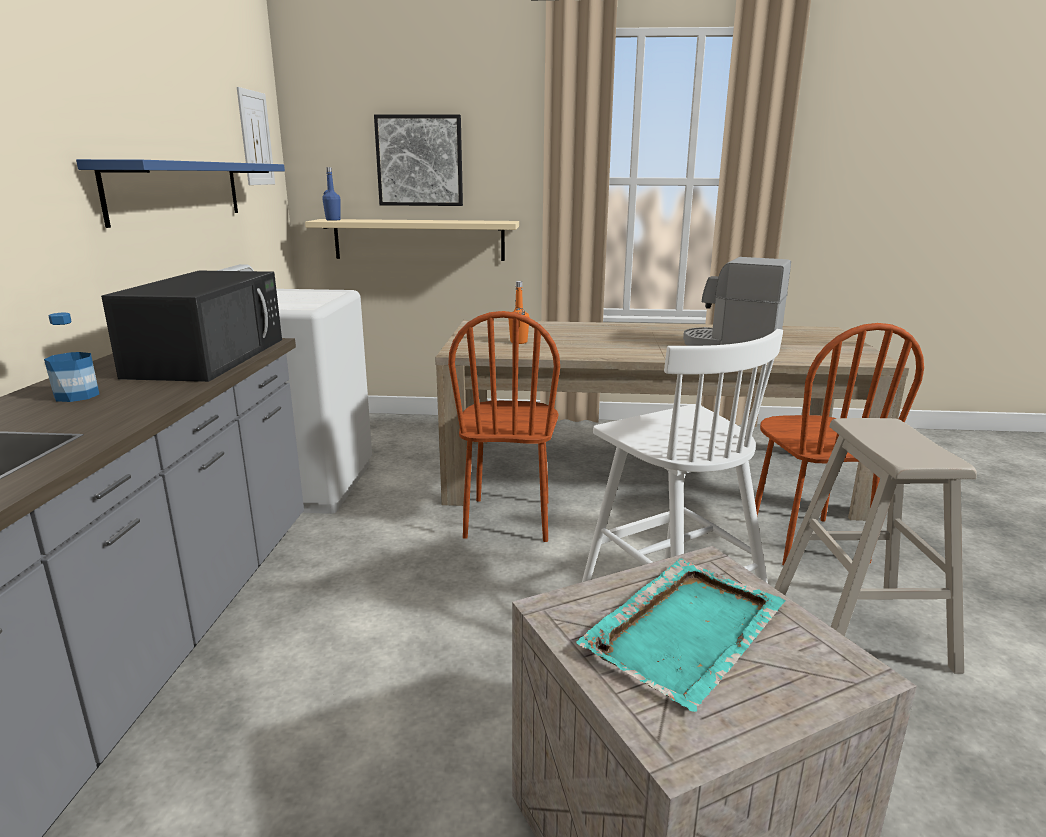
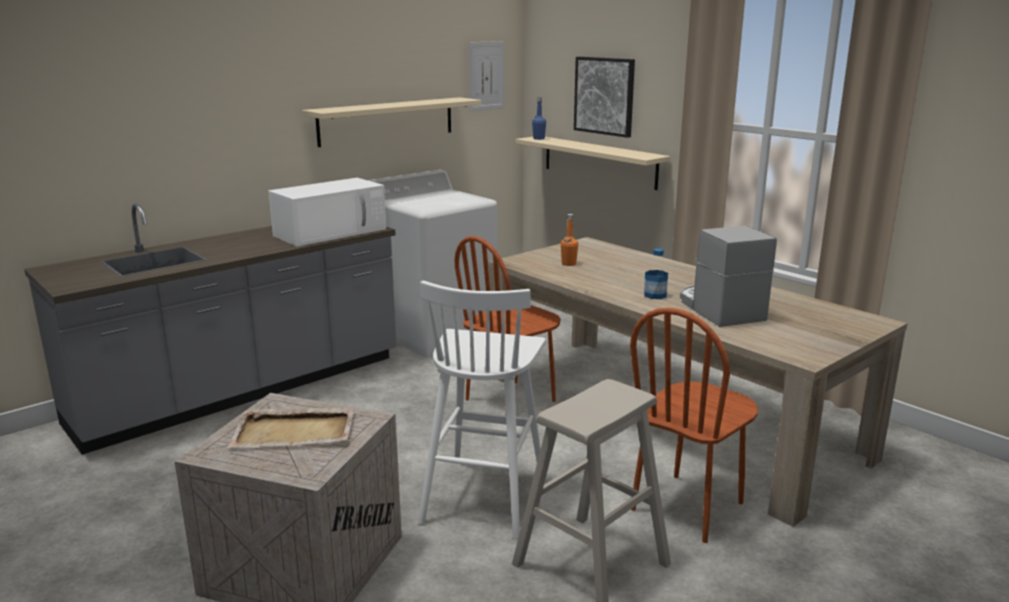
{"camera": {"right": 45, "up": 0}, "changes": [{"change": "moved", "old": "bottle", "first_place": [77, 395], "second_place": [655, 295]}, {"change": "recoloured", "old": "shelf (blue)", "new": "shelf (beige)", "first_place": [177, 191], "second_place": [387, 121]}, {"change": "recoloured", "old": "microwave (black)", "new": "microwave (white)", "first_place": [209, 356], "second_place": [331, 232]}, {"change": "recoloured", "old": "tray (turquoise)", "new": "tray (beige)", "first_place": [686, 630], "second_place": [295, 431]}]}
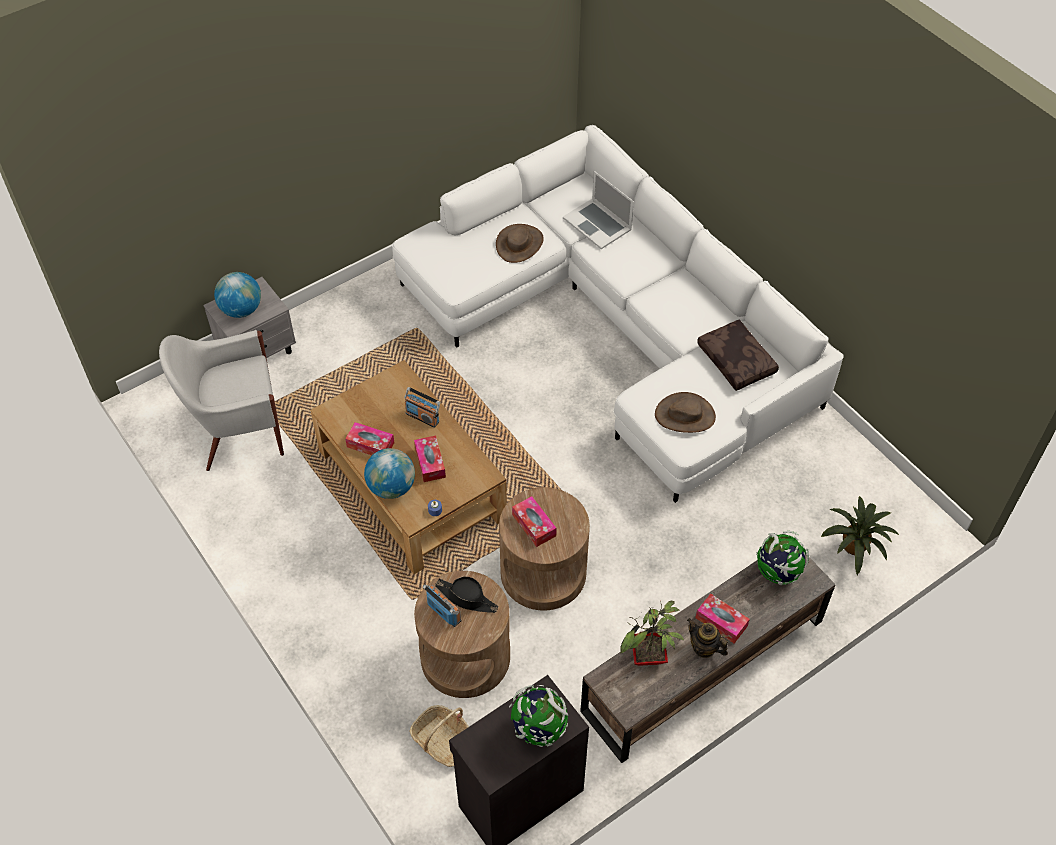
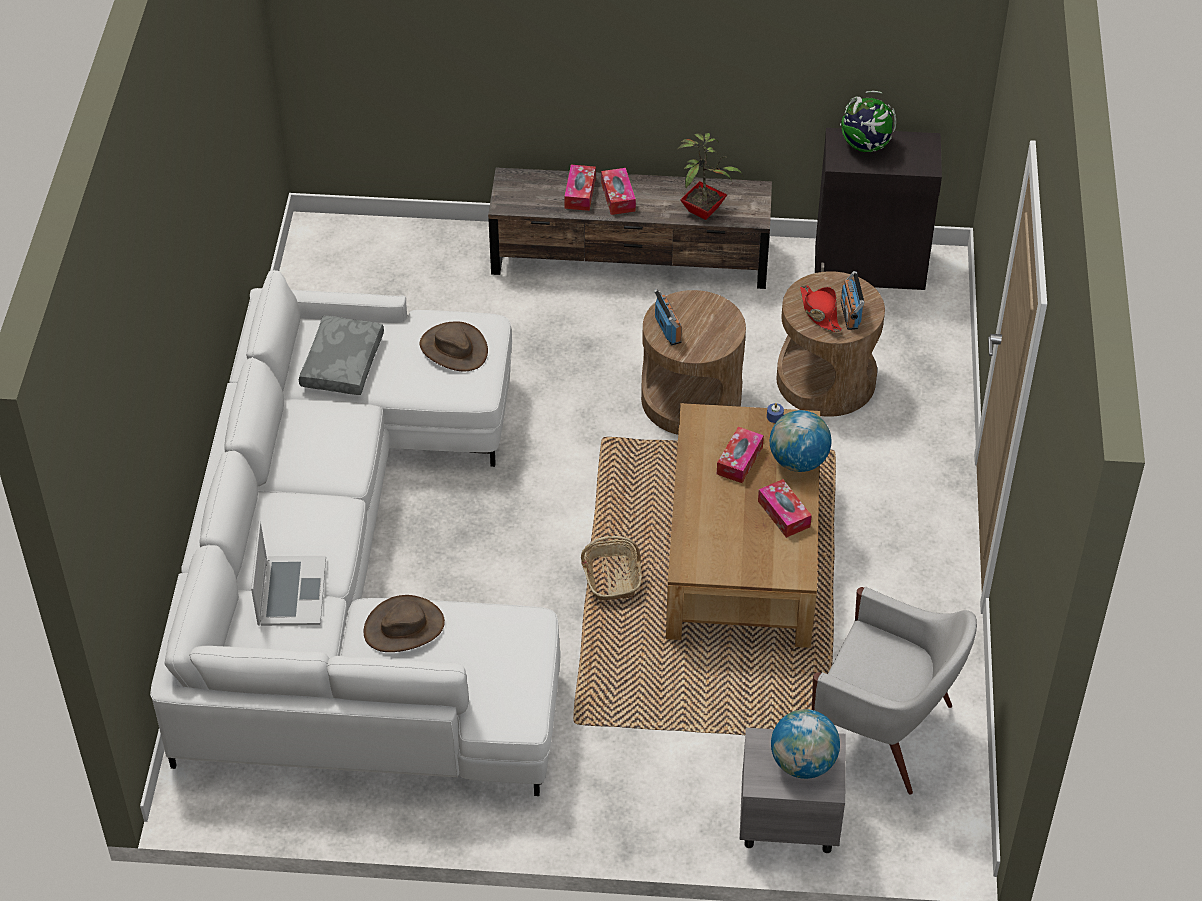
{"camera": {"right": -140, "up": -5}, "changes": [{"change": "removed", "old": "teapot", "first_place": [704, 648]}, {"change": "removed", "old": "globe", "first_place": [778, 572]}, {"change": "removed", "old": "potted plant", "first_place": [855, 548]}, {"change": "moved", "old": "radio", "first_place": [422, 417], "second_place": [668, 330]}, {"change": "moved", "old": "basket", "first_place": [443, 741], "second_place": [612, 577]}, {"change": "moved", "old": "tissue box", "first_place": [534, 525], "second_place": [580, 193]}, {"change": "recoloured", "old": "hat (black)", "new": "hat (red)", "first_place": [467, 598], "second_place": [819, 312]}, {"change": "recoloured", "old": "pillow (brown)", "new": "pillow (grey)", "first_place": [737, 361], "second_place": [341, 363]}]}
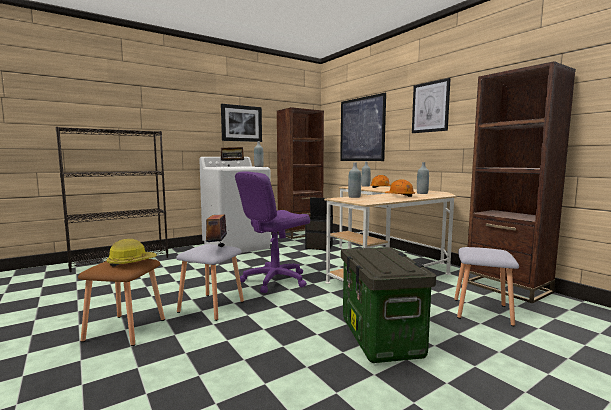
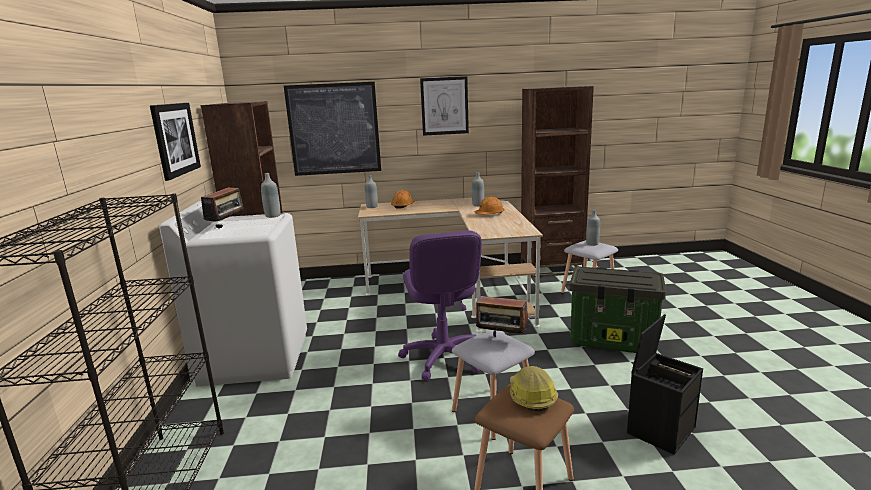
{"camera": {"right": -60, "up": 10}, "changes": [{"change": "moved", "old": "storage box (black)", "first_place": [319, 247], "second_place": [660, 429]}, {"change": "moved", "old": "bottle (grey)", "first_place": [354, 197], "second_place": [592, 244]}]}
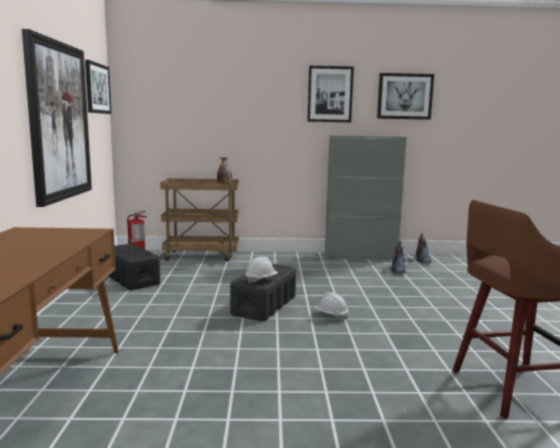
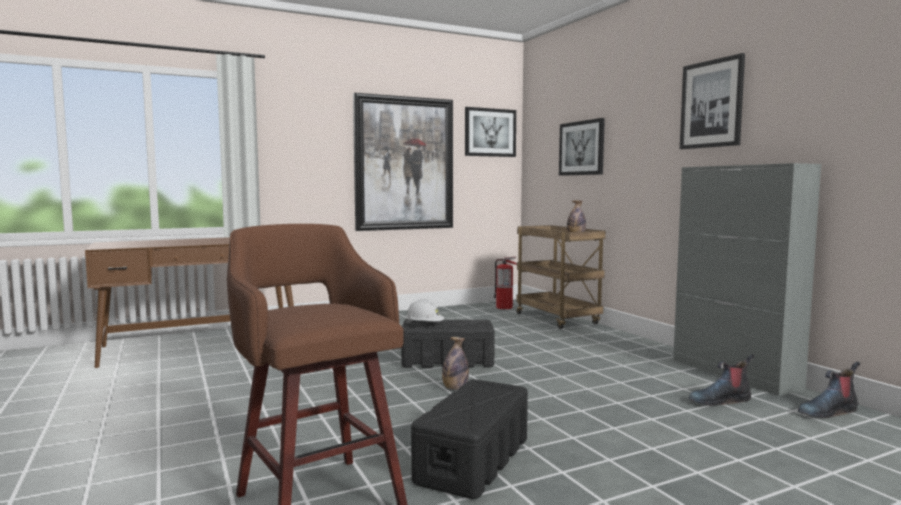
{"camera": {"right": 65, "up": -5}, "changes": [{"change": "moved", "old": "storage box (black)", "first_place": [131, 279], "second_place": [473, 460]}, {"change": "moved", "old": "picture", "first_place": [405, 96], "second_place": [581, 148]}, {"change": "replaced", "old": "hard hat (white)", "new": "bottle", "first_place": [331, 315], "second_place": [455, 388]}]}
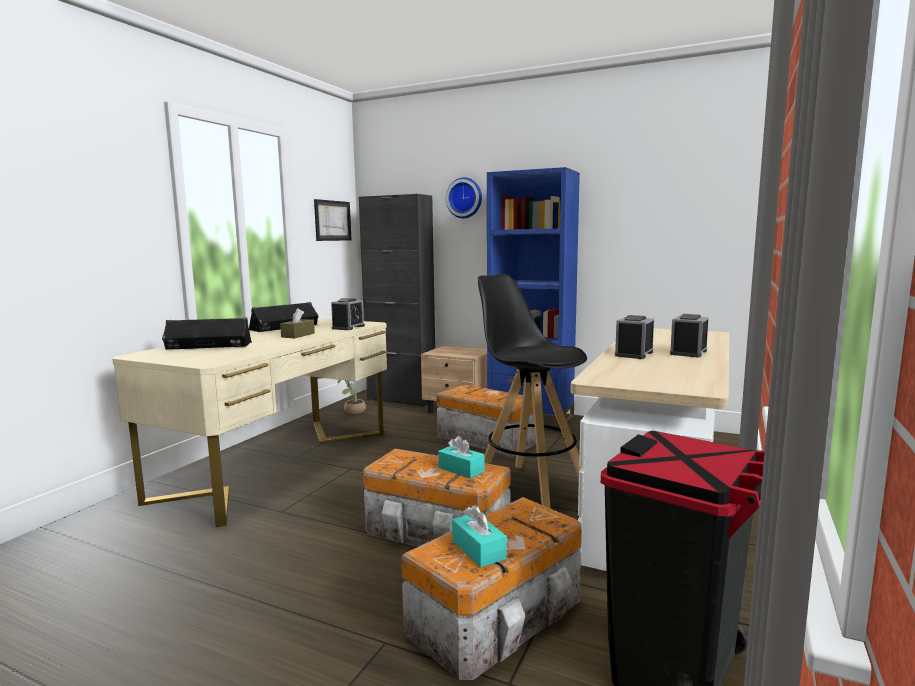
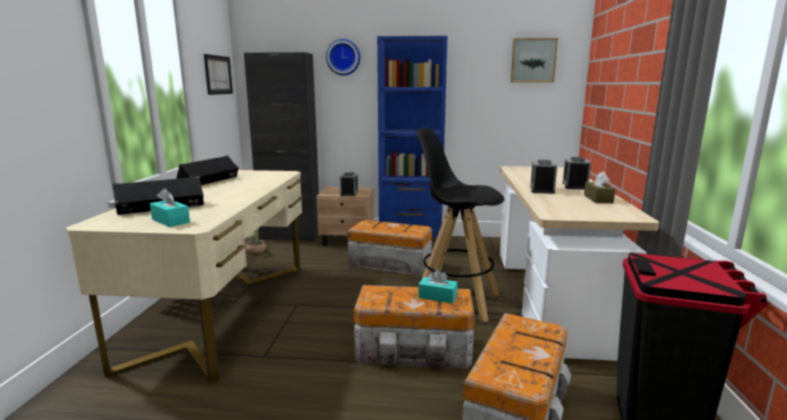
{"camera": {"right": -20, "up": 5}, "changes": [{"change": "added", "new": "picture", "second_place": [533, 60]}, {"change": "moved", "old": "tissue box (brown)", "first_place": [298, 335], "second_place": [598, 199]}, {"change": "moved", "old": "alarm clock", "first_place": [348, 327], "second_place": [349, 193]}, {"change": "moved", "old": "tissue box (turquoise)", "first_place": [478, 550], "second_place": [170, 221]}]}
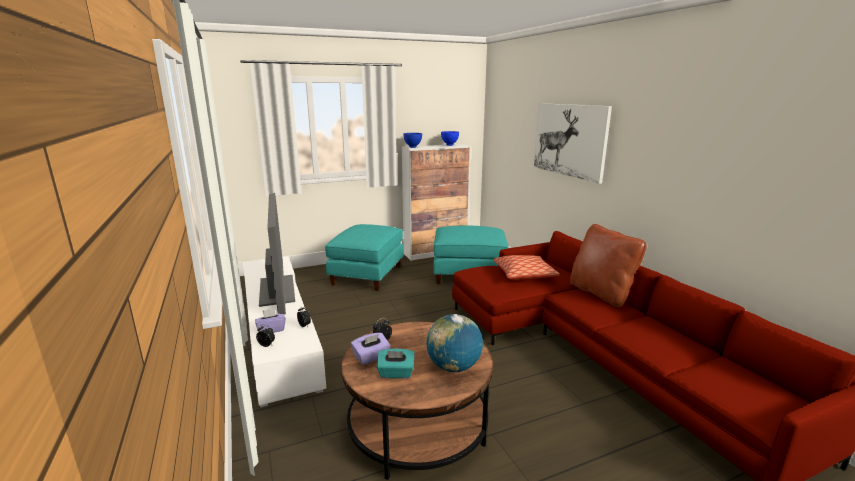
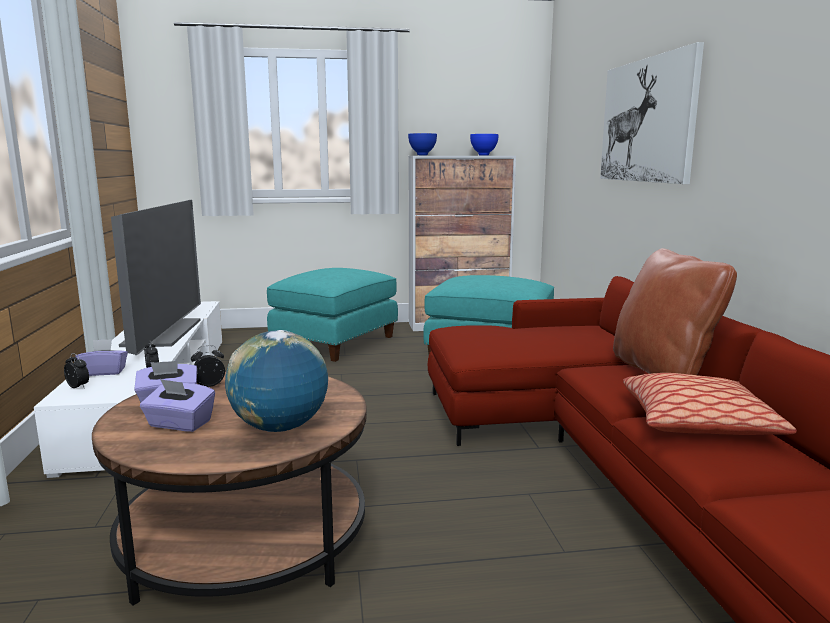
{"camera": {"right": 15, "up": -5}, "changes": [{"change": "moved", "old": "pillow", "first_place": [524, 274], "second_place": [697, 423]}, {"change": "recoloured", "old": "tissue box (turquoise)", "new": "tissue box (purple)", "first_place": [396, 373], "second_place": [179, 424]}]}
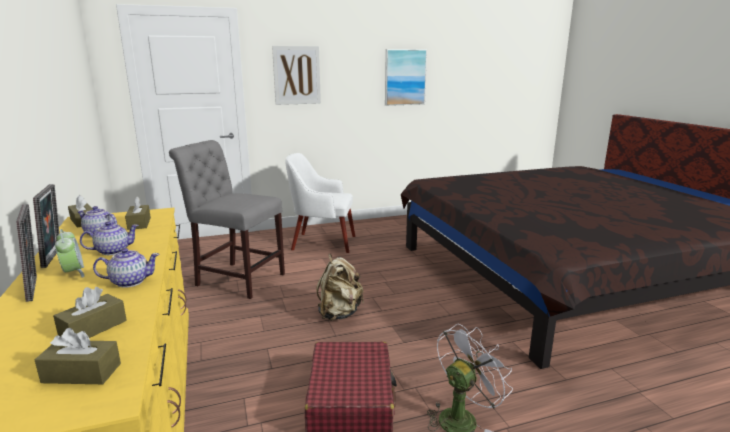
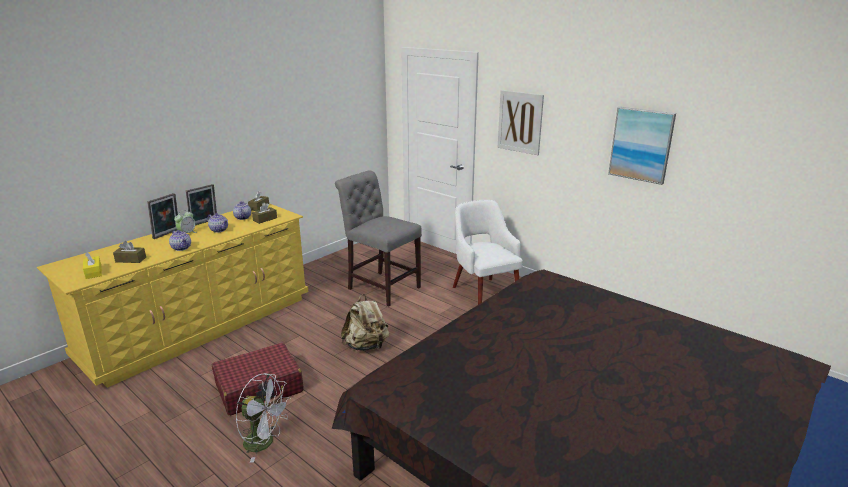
{"camera": {"right": 60, "up": 5}, "changes": [{"change": "recoloured", "old": "tissue box (brown)", "new": "tissue box (yellow)", "first_place": [81, 373], "second_place": [93, 272]}, {"change": "turned", "old": "chair (grey)", "first_place": [237, 278], "second_place": [381, 286], "degrees": -45}]}
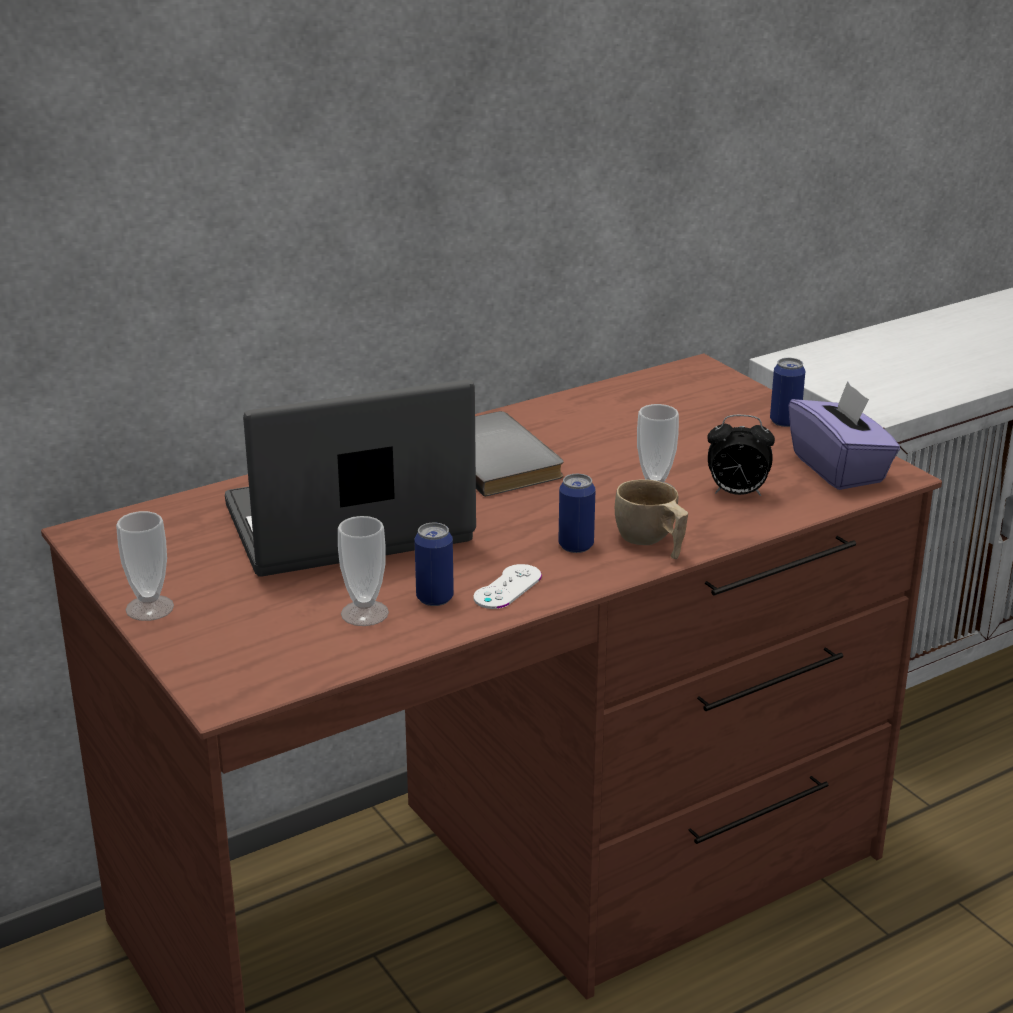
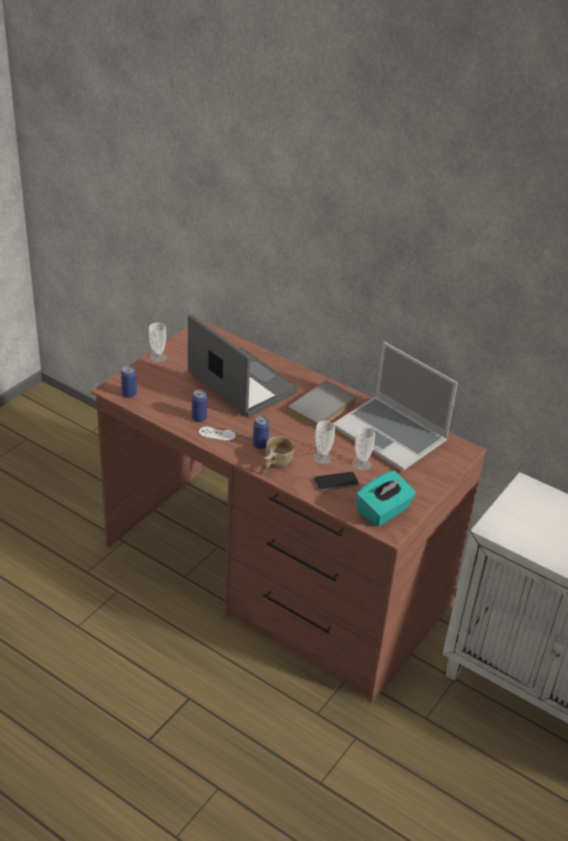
{"camera": {"right": 65, "up": 10}, "changes": [{"change": "added", "new": "laptop", "second_place": [391, 435]}, {"change": "moved", "old": "cup", "first_place": [364, 613], "second_place": [361, 464]}, {"change": "moved", "old": "can", "first_place": [785, 421], "second_place": [129, 394]}, {"change": "replaced", "old": "alarm clock", "new": "phone", "first_place": [736, 493], "second_place": [336, 482]}, {"change": "recoloured", "old": "tissue box (purple)", "new": "tissue box (turquoise)", "first_place": [839, 468], "second_place": [383, 511]}]}
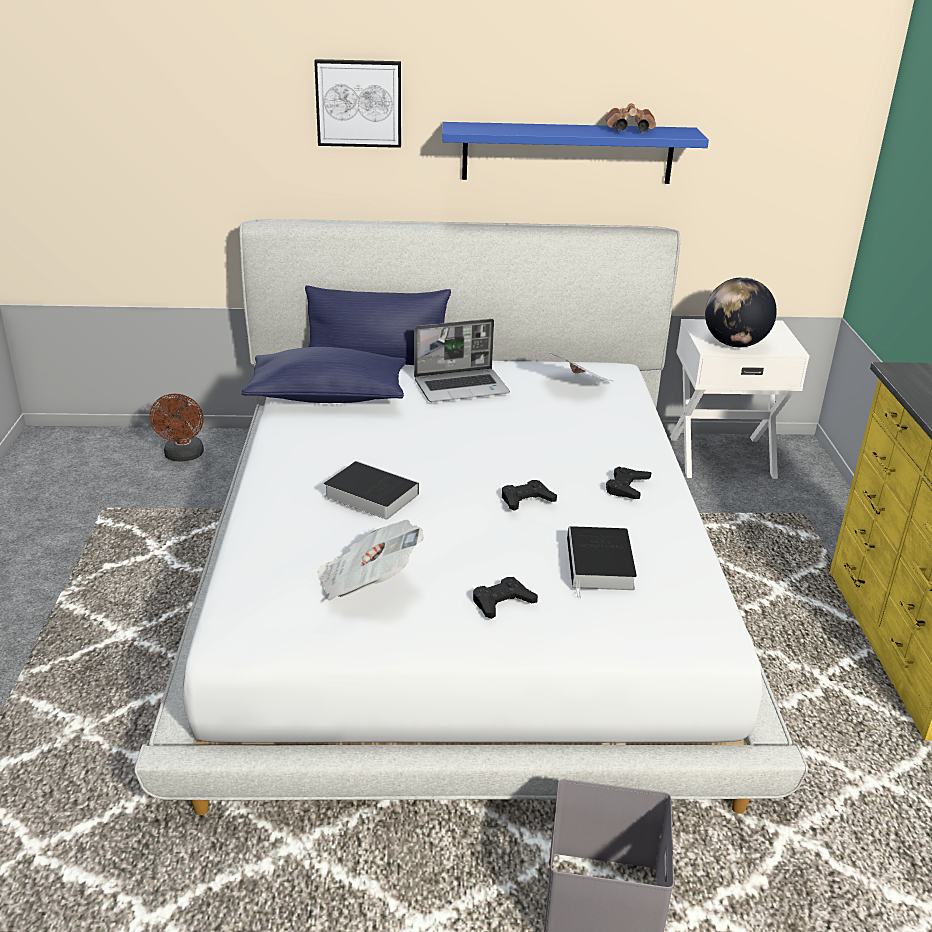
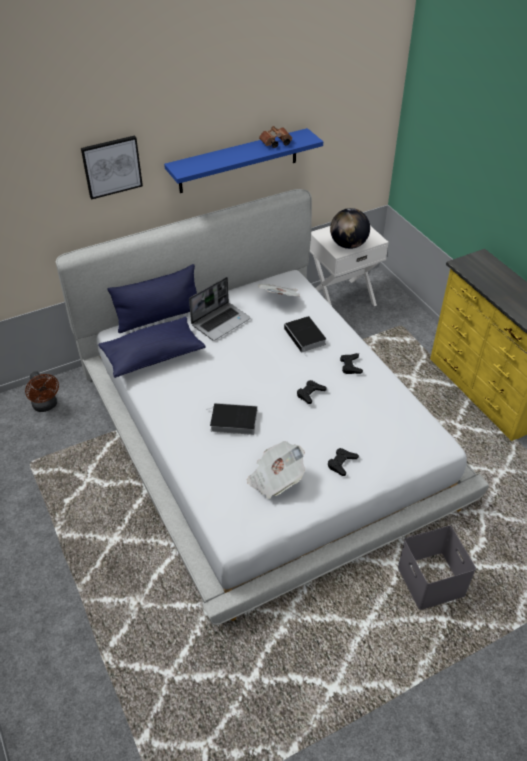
{"camera": {"right": -25, "up": 15}, "changes": [{"change": "moved", "old": "book", "first_place": [600, 565], "second_place": [306, 337]}]}
